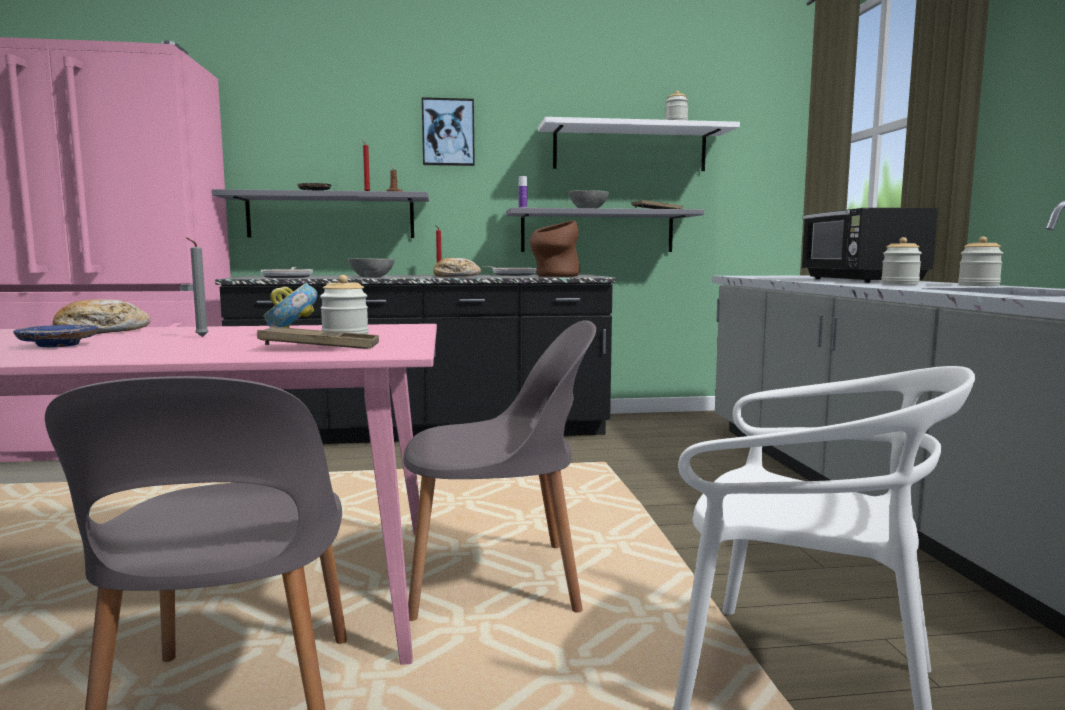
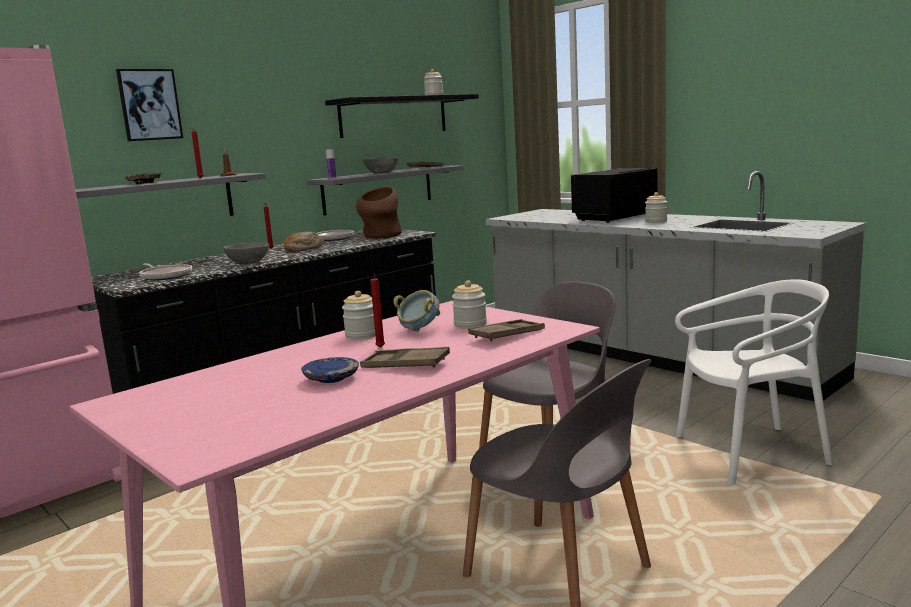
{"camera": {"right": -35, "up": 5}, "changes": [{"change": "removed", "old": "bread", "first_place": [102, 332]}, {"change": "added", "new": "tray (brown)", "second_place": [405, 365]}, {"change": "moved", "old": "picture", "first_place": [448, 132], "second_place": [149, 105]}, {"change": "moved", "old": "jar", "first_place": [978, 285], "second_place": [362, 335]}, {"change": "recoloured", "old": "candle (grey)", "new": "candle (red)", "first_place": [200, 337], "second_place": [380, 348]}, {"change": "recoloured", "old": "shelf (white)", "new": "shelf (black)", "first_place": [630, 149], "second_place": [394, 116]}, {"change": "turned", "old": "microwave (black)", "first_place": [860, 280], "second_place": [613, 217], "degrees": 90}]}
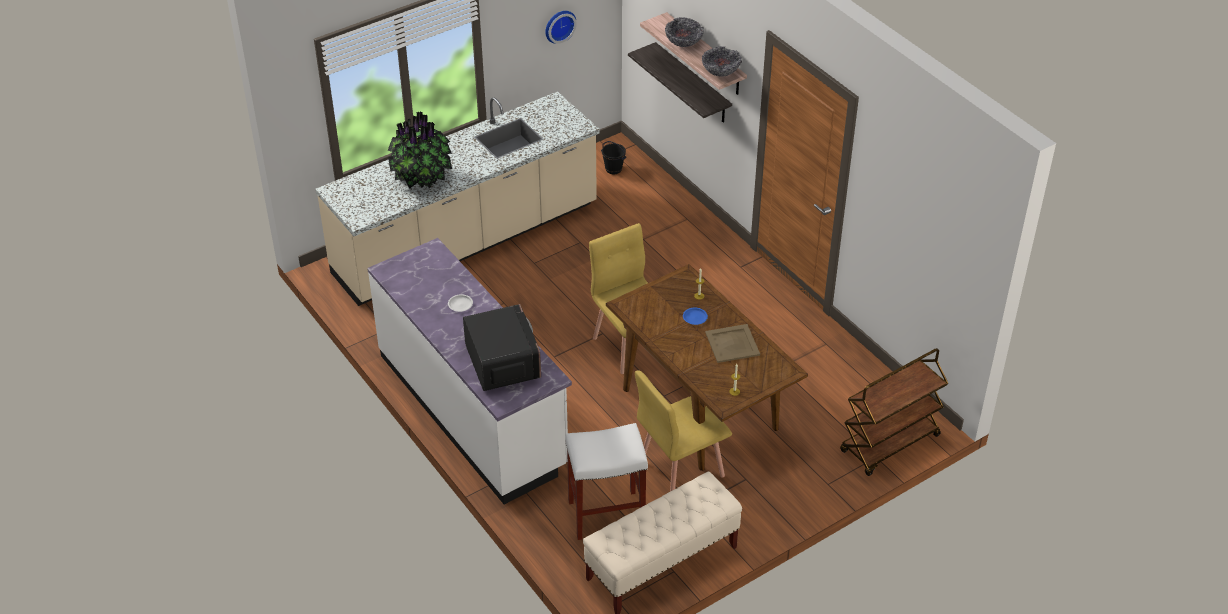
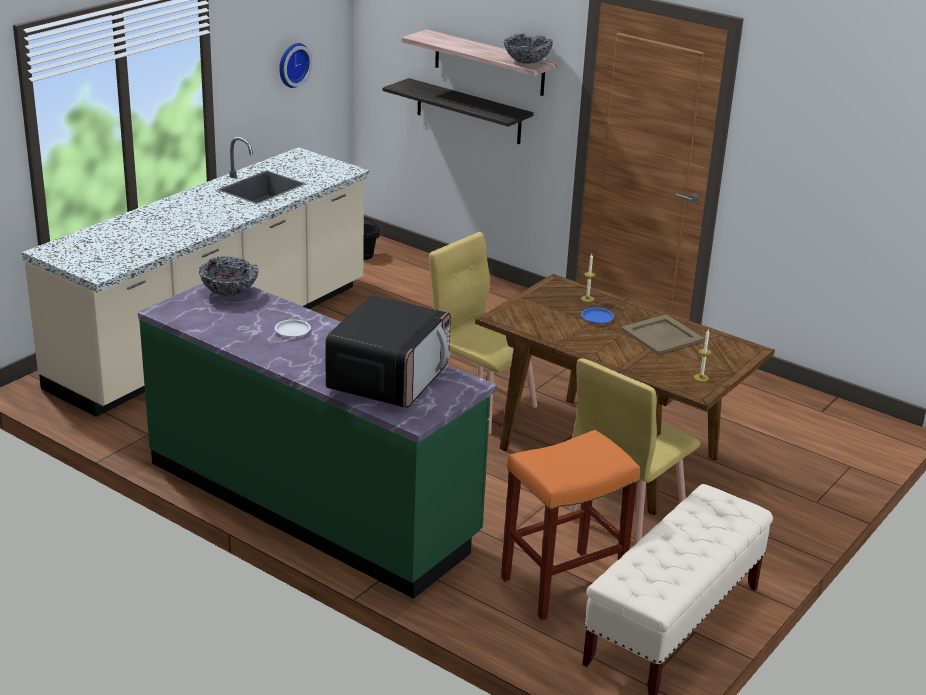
{"camera": {"right": -20, "up": -15}, "changes": [{"change": "removed", "old": "potted plant", "first_place": [422, 178]}, {"change": "removed", "old": "cart (brown)", "first_place": [889, 444]}, {"change": "moved", "old": "bowl", "first_place": [684, 43], "second_place": [229, 292]}, {"change": "recoloured", "old": "counter (white)", "new": "counter (green)", "first_place": [473, 410], "second_place": [312, 501]}, {"change": "recoloured", "old": "stool (white)", "new": "stool (orange)", "first_place": [605, 515], "second_place": [561, 585]}, {"change": "turned", "old": "microwave", "first_place": [502, 362], "second_place": [389, 378], "degrees": 60}]}
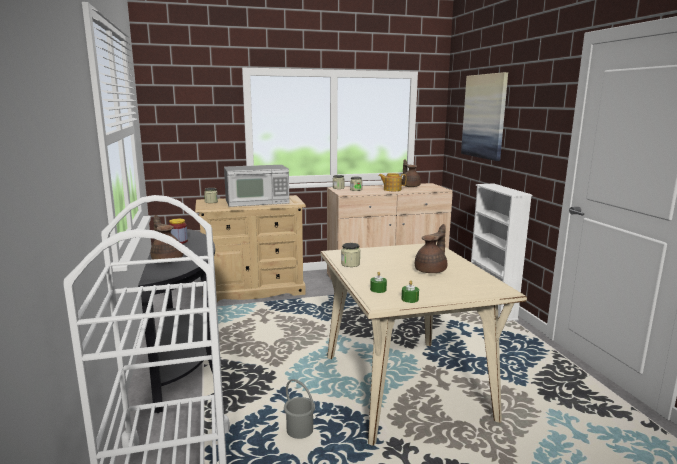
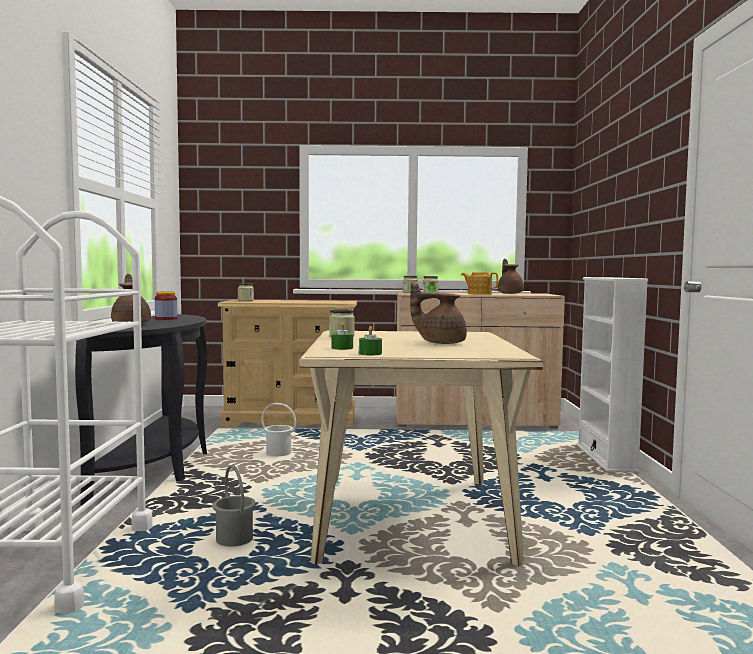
{"camera": {"right": 15, "up": -10}, "changes": [{"change": "removed", "old": "microwave", "first_place": [257, 202]}, {"change": "removed", "old": "picture", "first_place": [484, 116]}, {"change": "added", "new": "bucket (white)", "second_place": [278, 454]}, {"change": "turned", "old": "teapot (brown)", "first_place": [431, 270], "second_place": [440, 343], "degrees": -135}]}
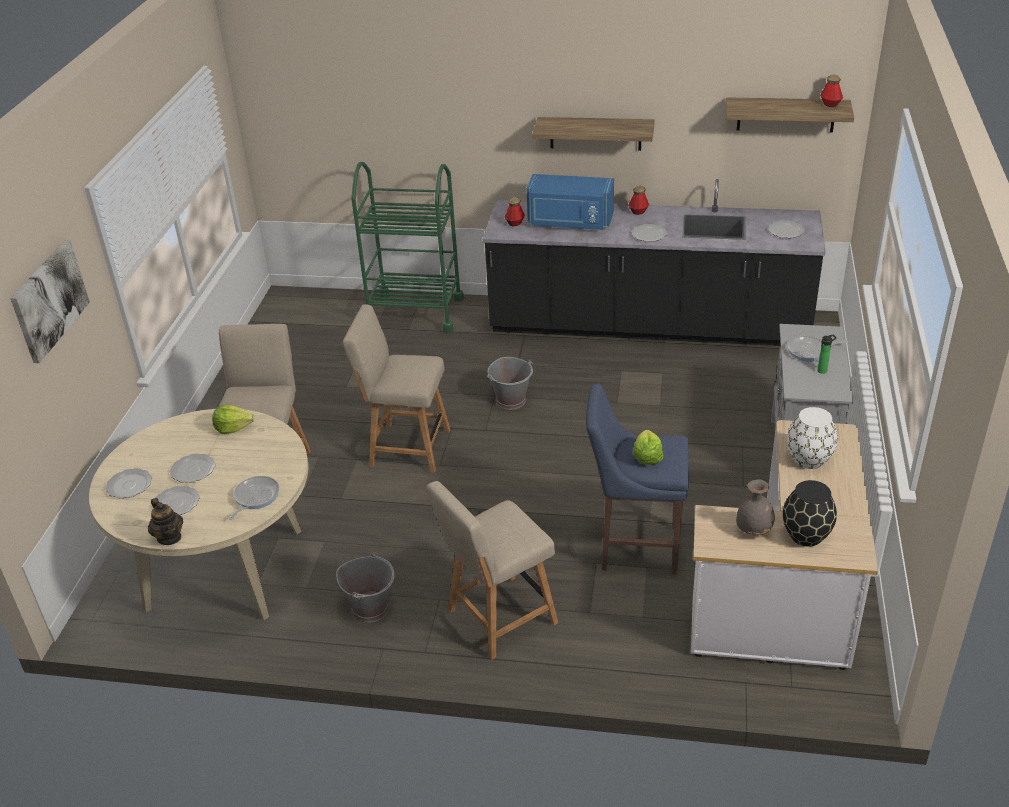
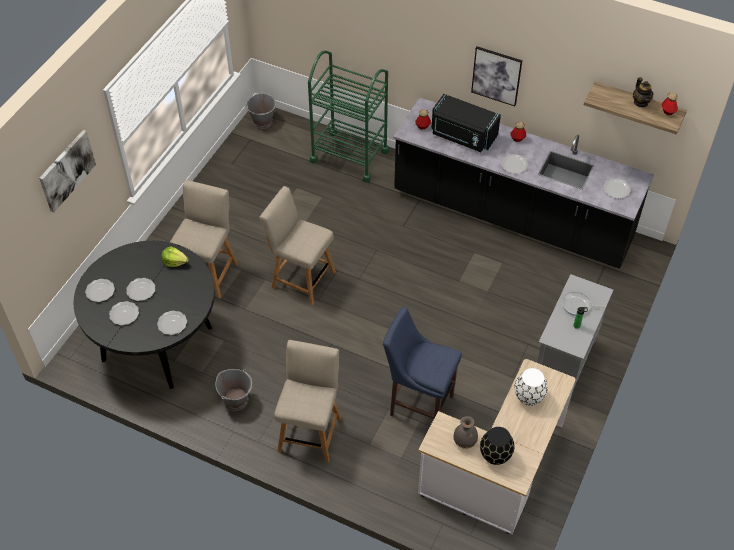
{"camera": {"right": 15, "up": 15}, "changes": [{"change": "removed", "old": "lettuce", "first_place": [647, 456]}, {"change": "moved", "old": "teapot", "first_place": [169, 537], "second_place": [640, 102]}, {"change": "moved", "old": "bucket (grey)", "first_place": [511, 400], "second_place": [263, 121]}, {"change": "replaced", "old": "frying pan", "new": "plate", "first_place": [255, 497], "second_place": [171, 323]}, {"change": "replaced", "old": "shelf", "new": "picture", "first_place": [595, 133], "second_place": [496, 75]}, {"change": "recoloured", "old": "dining table (beige)", "new": "dining table (black)", "first_place": [225, 569], "second_place": [157, 343]}, {"change": "recoloured", "old": "microwave (blue)", "new": "microwave (black)", "first_place": [570, 222], "second_place": [462, 136]}, {"change": "turned", "old": "chair (beige)", "first_place": [497, 619], "second_place": [310, 431], "degrees": 120}]}
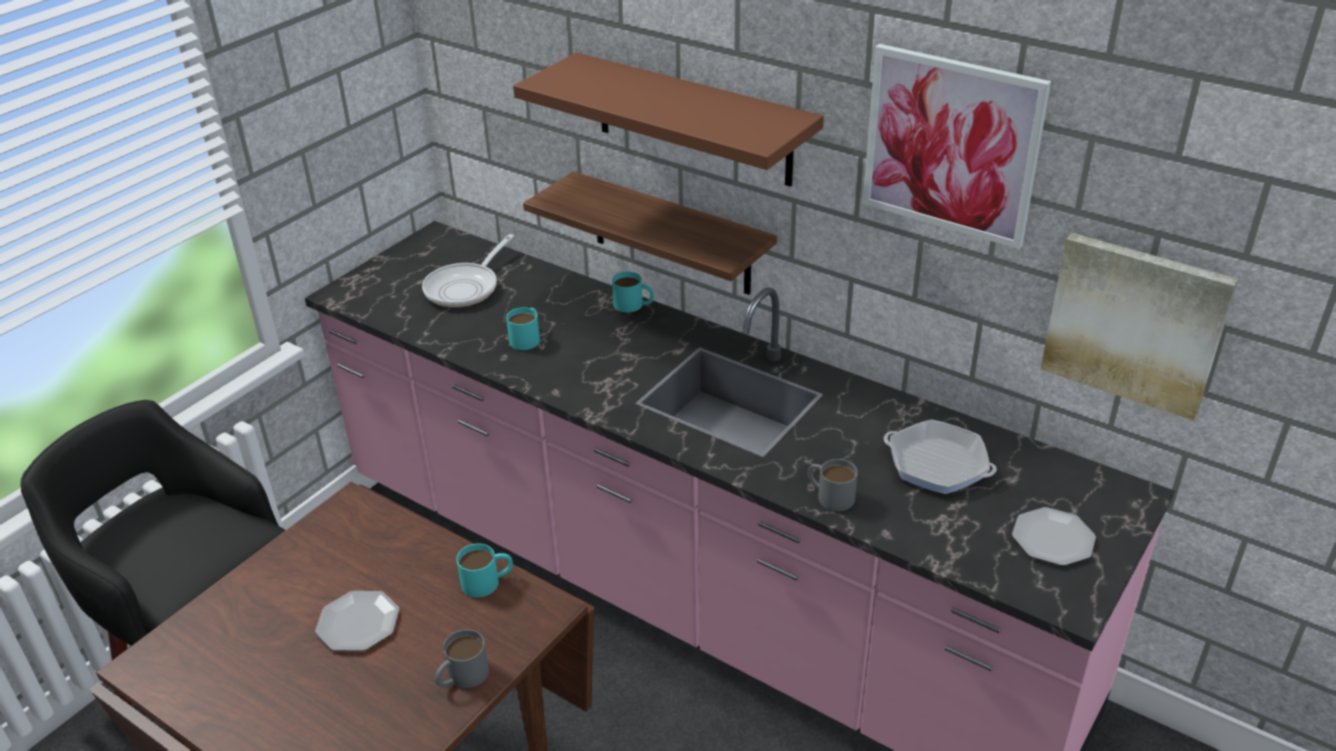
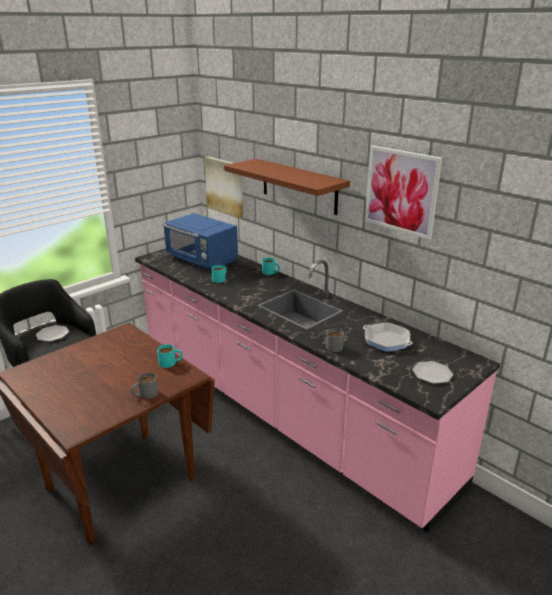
{"camera": {"right": 10, "up": -10}, "changes": [{"change": "removed", "old": "shelf", "first_place": [671, 234]}, {"change": "moved", "old": "plate", "first_place": [357, 623], "second_place": [52, 334]}, {"change": "moved", "old": "picture", "first_place": [1135, 323], "second_place": [225, 186]}, {"change": "replaced", "old": "frying pan", "new": "microwave (blue)", "first_place": [466, 287], "second_place": [202, 260]}]}
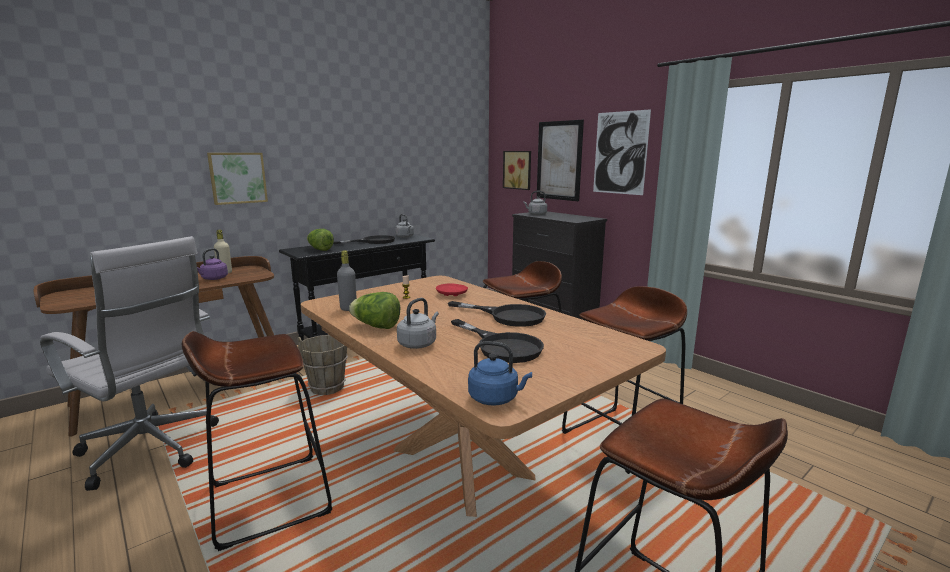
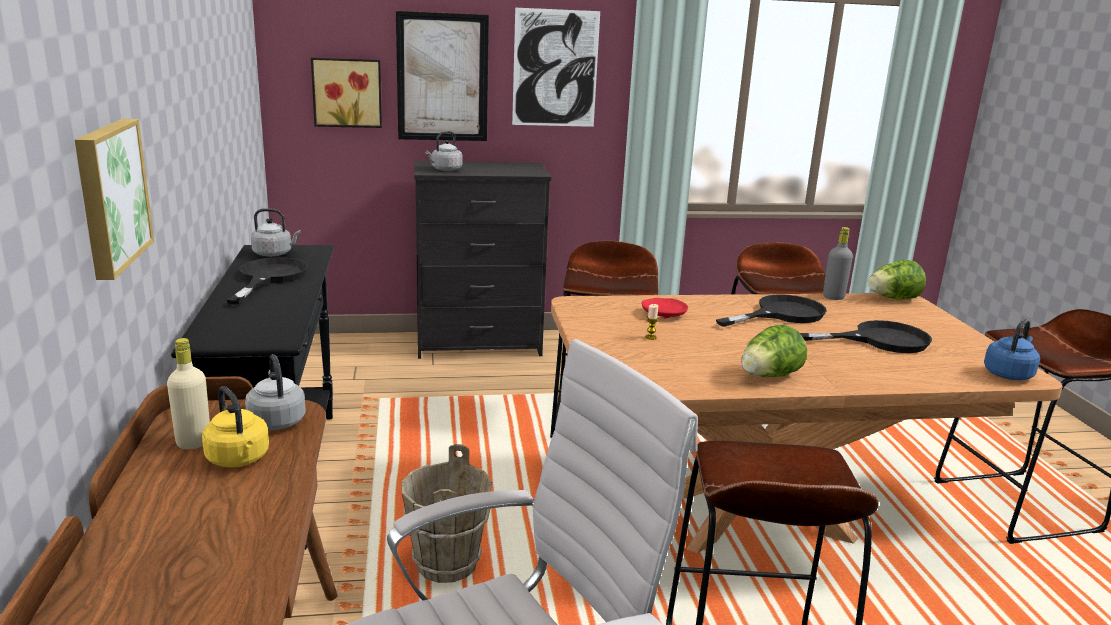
{"camera": {"right": -60, "up": 5}, "changes": [{"change": "moved", "old": "lettuce", "first_place": [320, 249], "second_place": [893, 299]}, {"change": "moved", "old": "bottle (grey)", "first_place": [348, 308], "second_place": [833, 297]}, {"change": "moved", "old": "kettle (grey)", "first_place": [418, 344], "second_place": [276, 420]}, {"change": "recoloured", "old": "kettle (purple)", "new": "kettle (yellow)", "first_place": [213, 279], "second_place": [239, 459]}]}
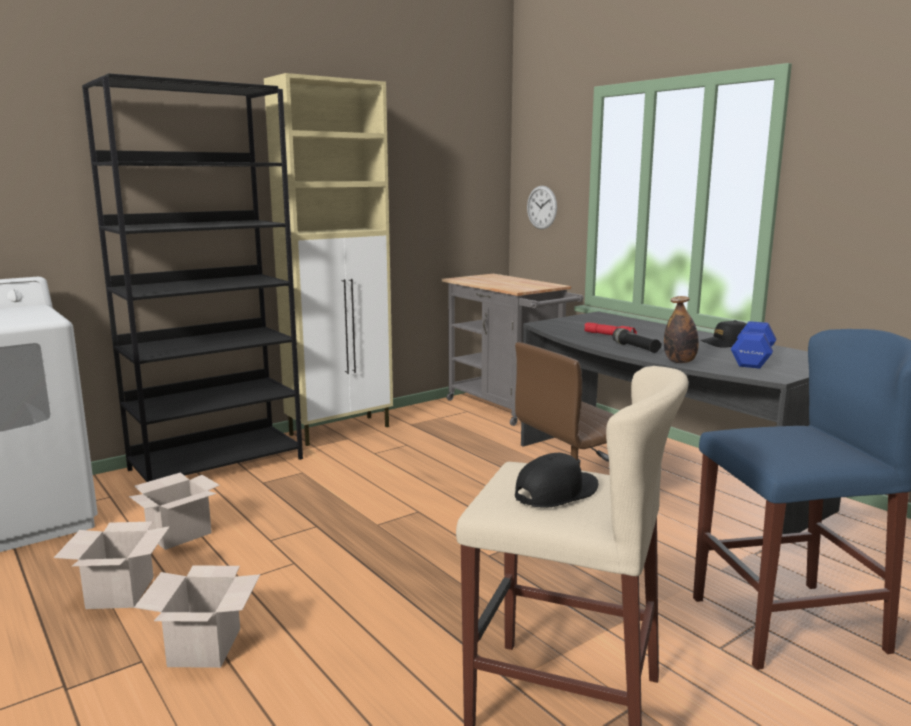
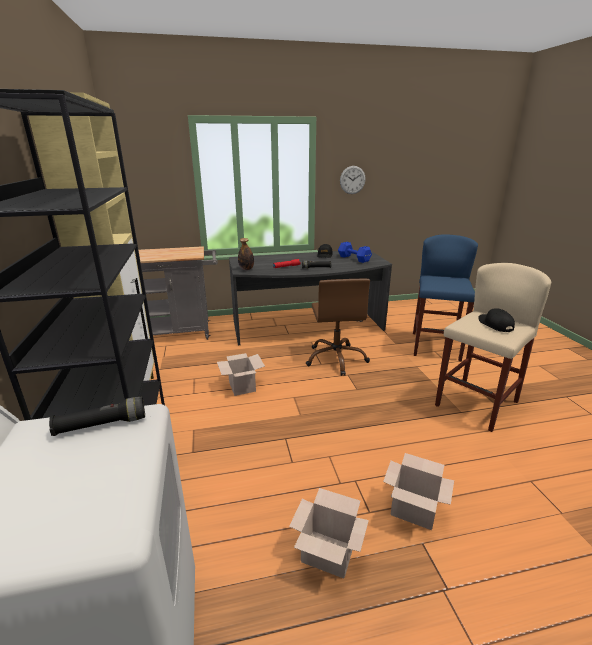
{"camera": {"right": -65, "up": 10}, "changes": [{"change": "added", "new": "flashlight (black)", "second_place": [102, 425]}, {"change": "moved", "old": "cardboard box", "first_place": [180, 533], "second_place": [241, 386]}, {"change": "moved", "old": "wall clock", "first_place": [541, 207], "second_place": [352, 180]}, {"change": "moved", "old": "bottle", "first_place": [680, 362], "second_place": [246, 269]}]}
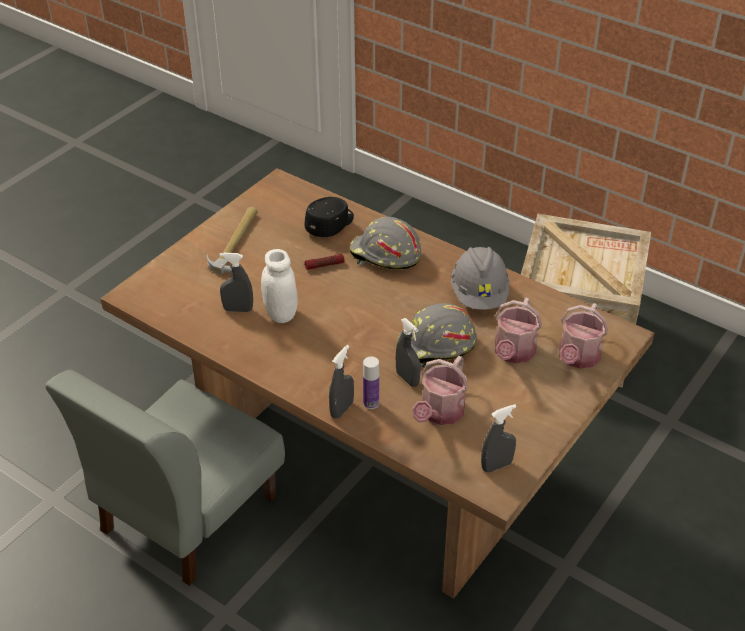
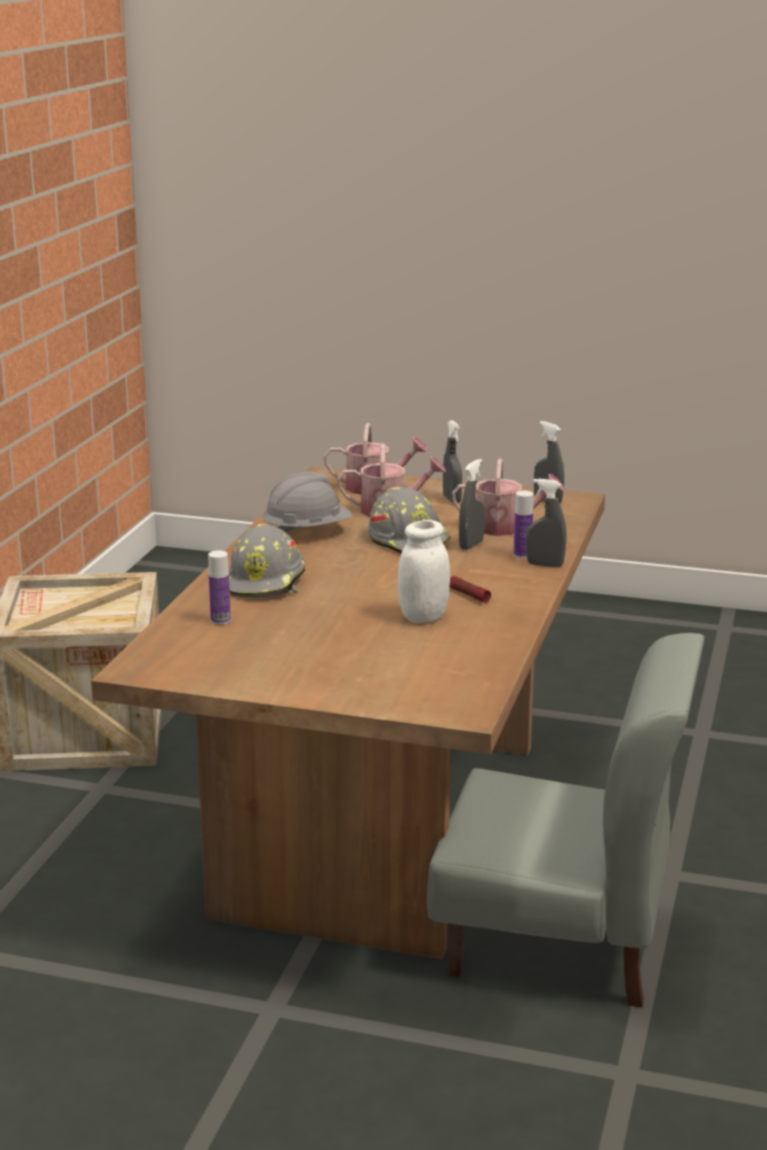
{"camera": {"right": -110, "up": -20}, "changes": [{"change": "removed", "old": "hammer", "first_place": [236, 243]}, {"change": "moved", "old": "spray bottle (grey)", "first_place": [238, 309], "second_place": [452, 499]}, {"change": "moved", "old": "flashlight", "first_place": [324, 265], "second_place": [468, 595]}, {"change": "replaced", "old": "cap (black)", "new": "bottle", "first_place": [330, 224], "second_place": [220, 620]}]}
